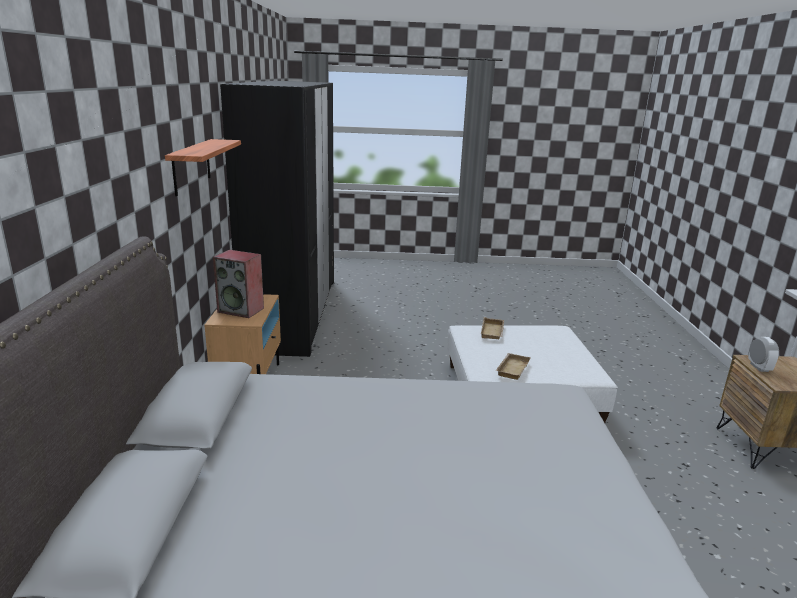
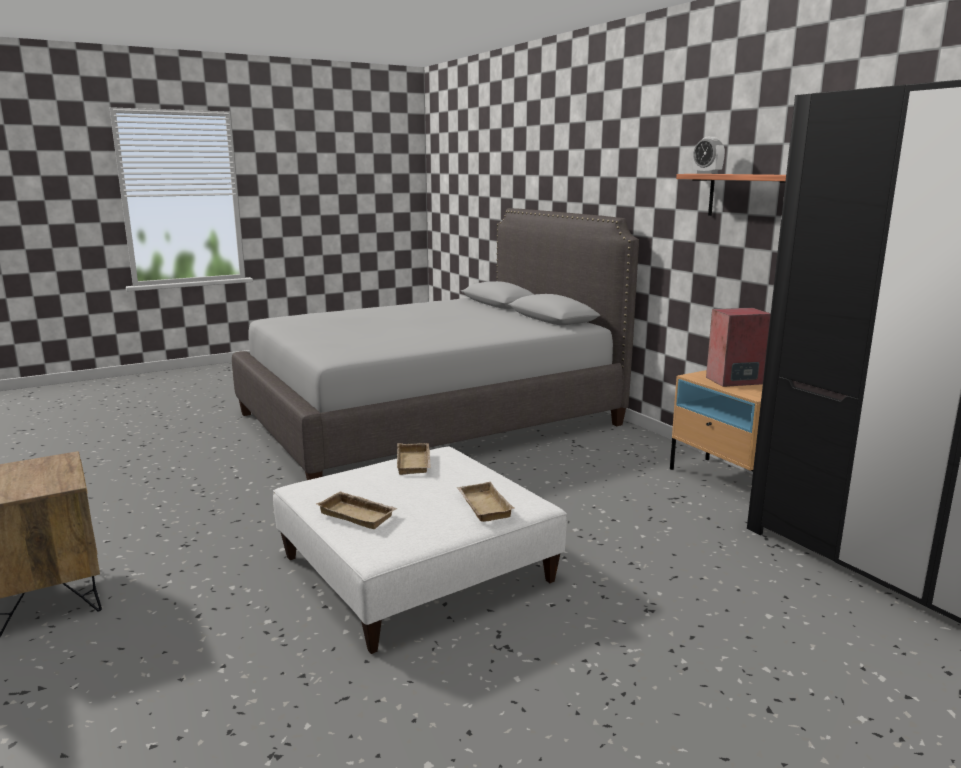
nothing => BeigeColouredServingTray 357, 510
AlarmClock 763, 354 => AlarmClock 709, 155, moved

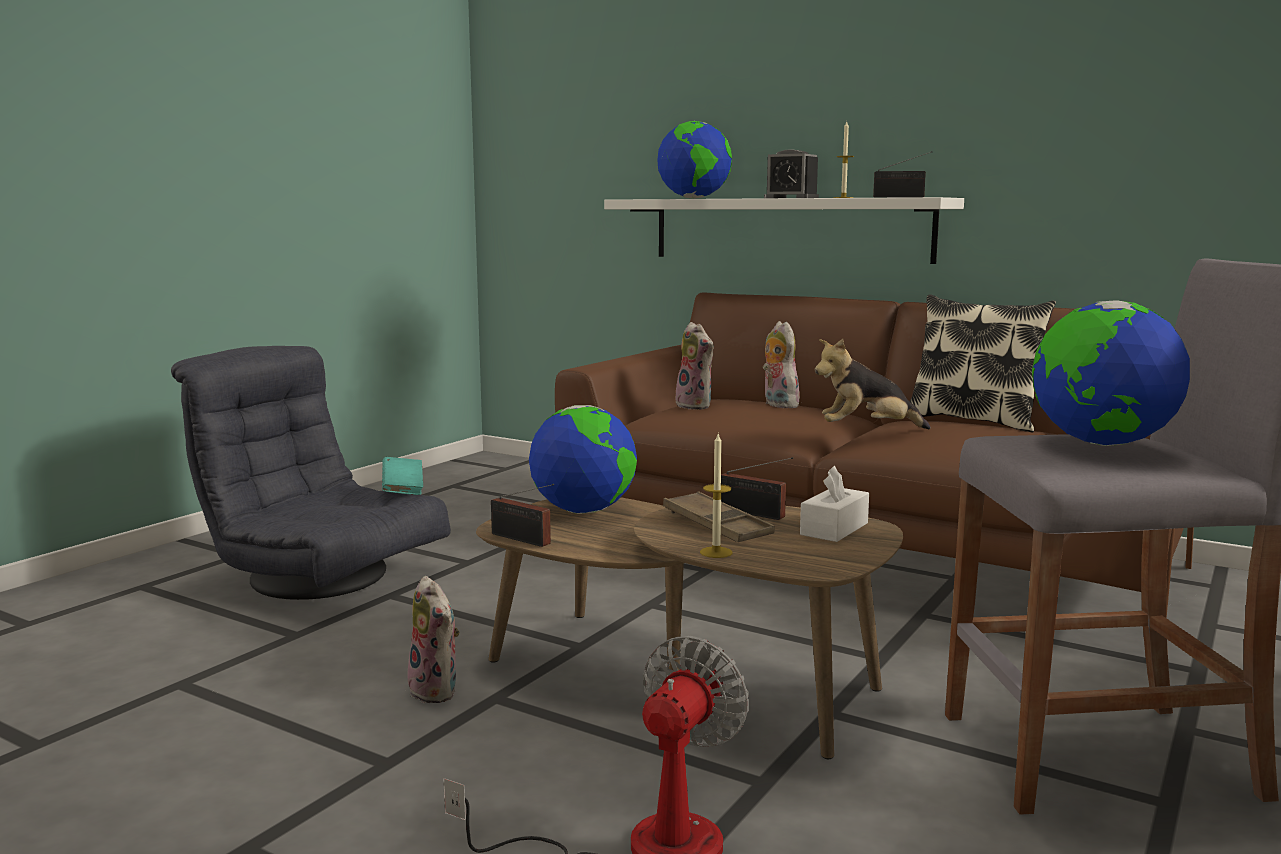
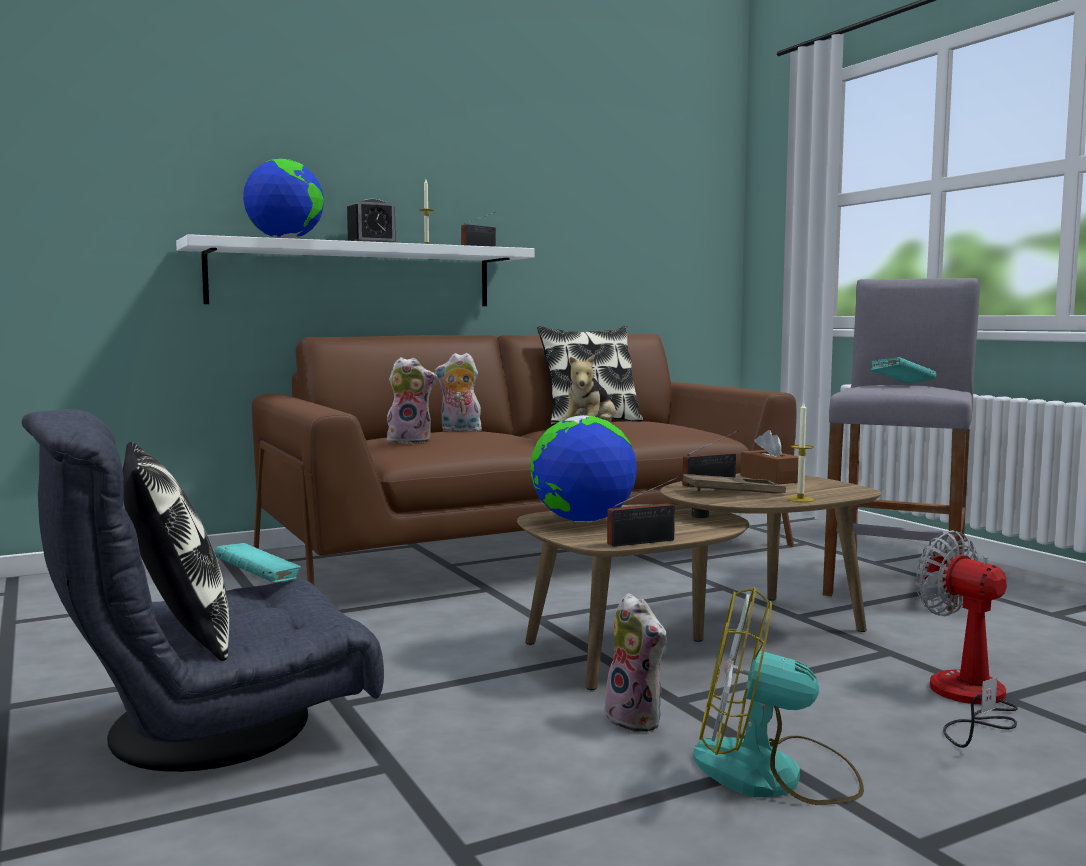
nothing => Cushion 176, 551
nothing => Fan 778, 696
DeskGlobe 1111, 373 => TurquoiseColouredBoundBook 903, 370
WhiteTissueBox 834, 504 => BrownishTissueBox 769, 457
CuddlyToy 433, 639 => CuddlyToy 633, 662, 60 degrees clockwise

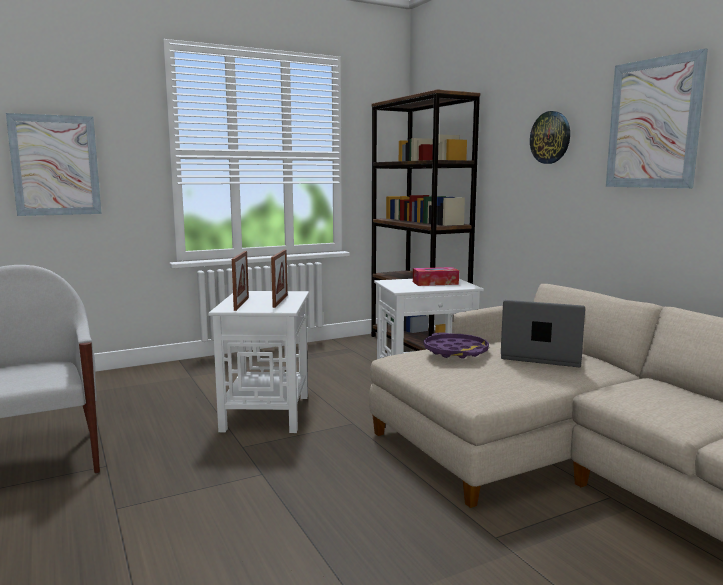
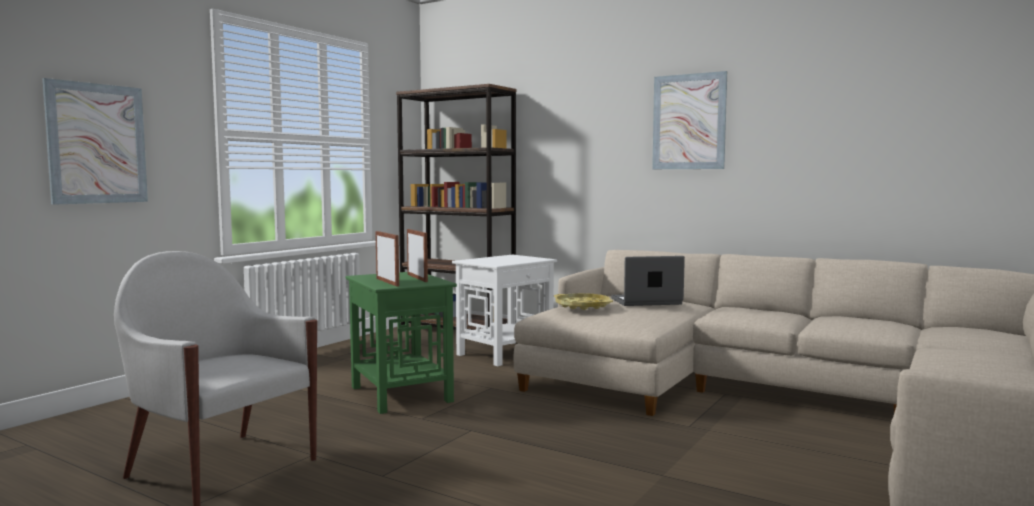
TissueBox 436, 276 => nothing
HangingClock 550, 137 => nothing
WhiteSideTable 258, 362 => GreenColouredSideTable 401, 343
PurpleServingTray 456, 345 => YellowishServingTray 583, 301

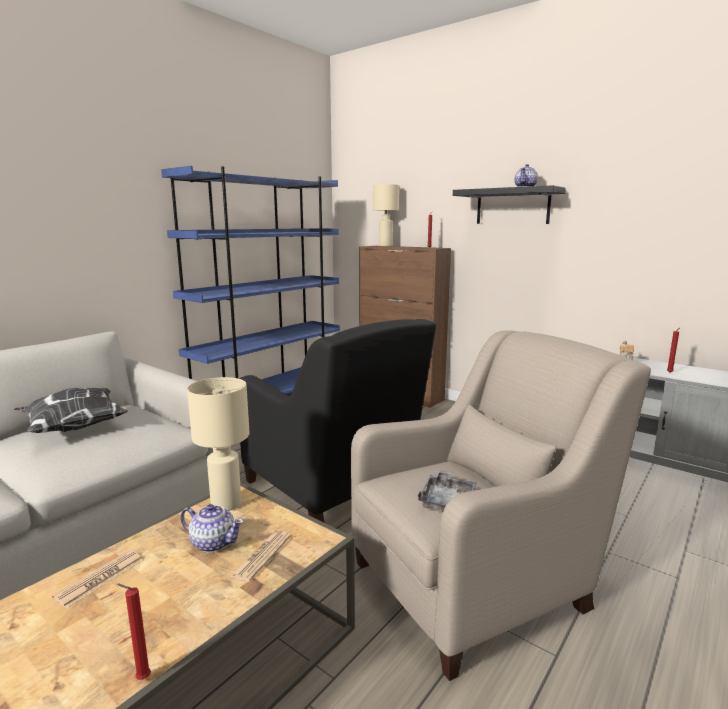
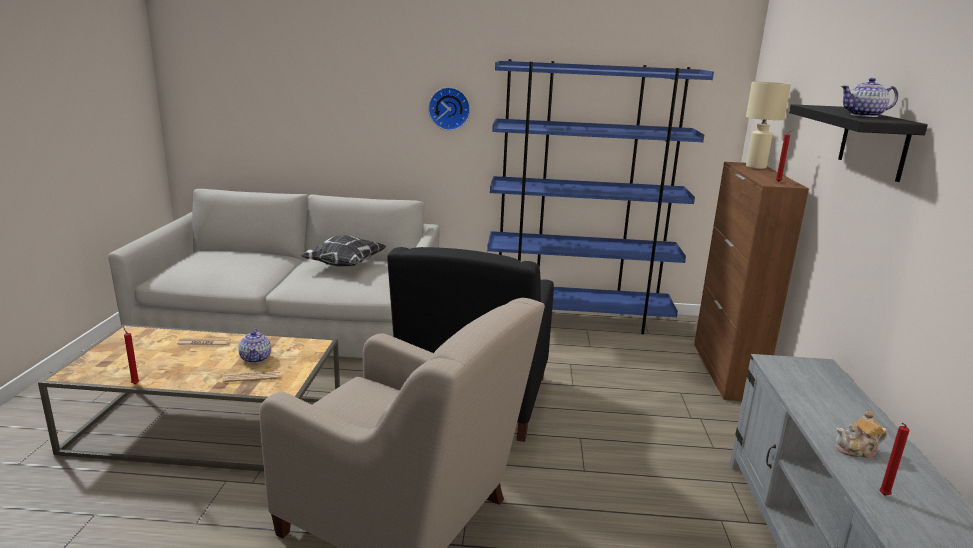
BeigeColouredTabletopLamp 218, 444 => nothing
GrayServingTray 447, 491 => nothing
nothing => HangingClock 449, 109

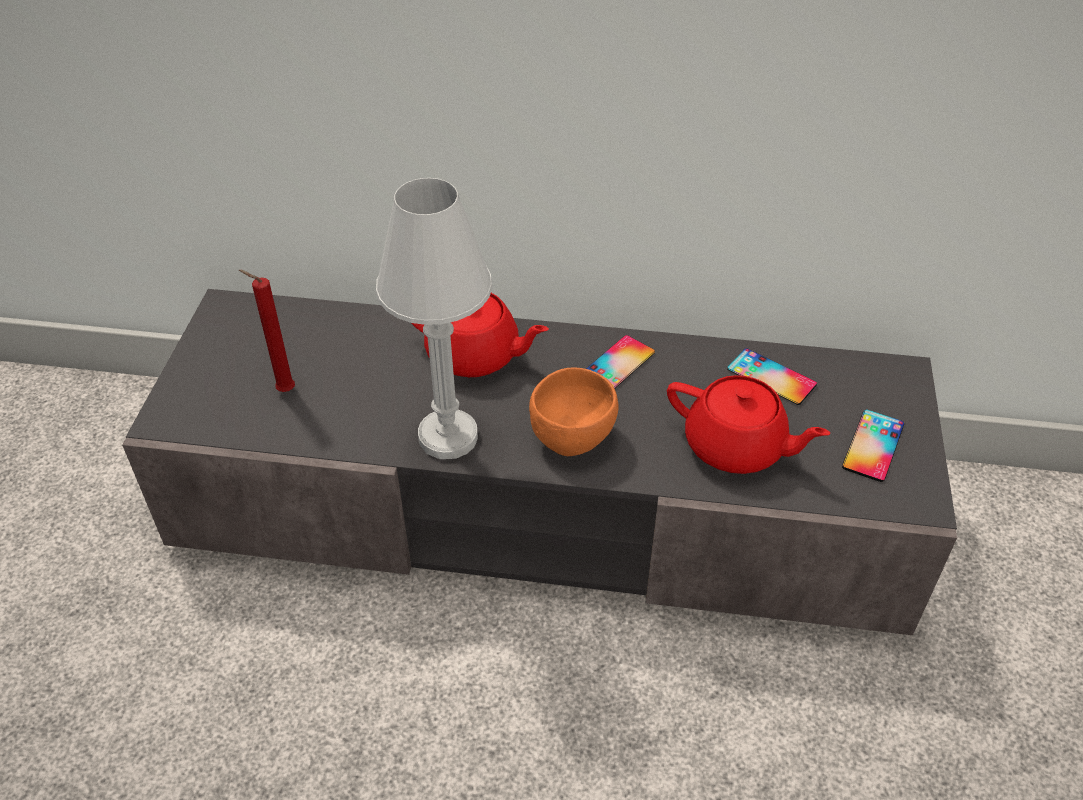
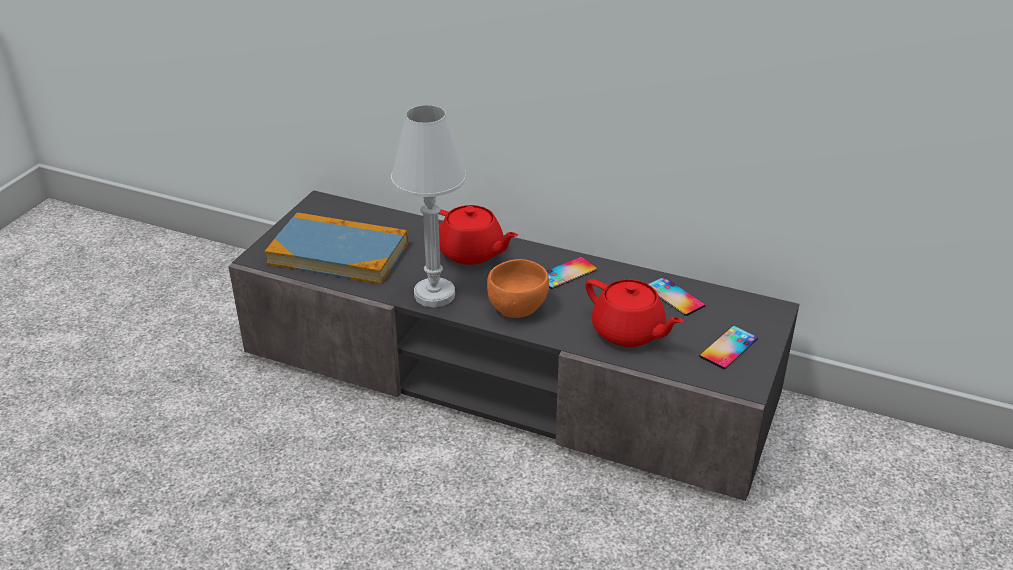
RedCandle 267, 331 => BoundBook 336, 248

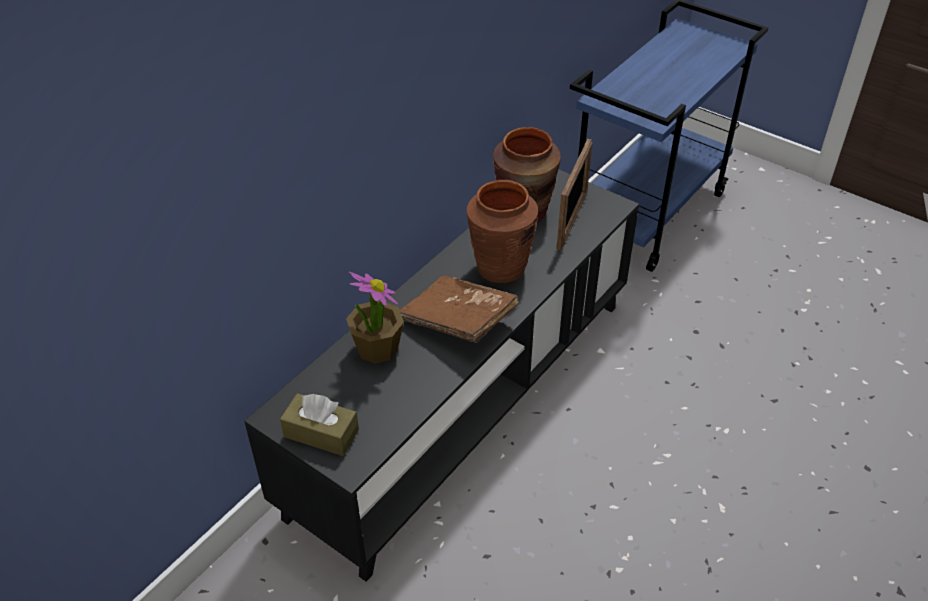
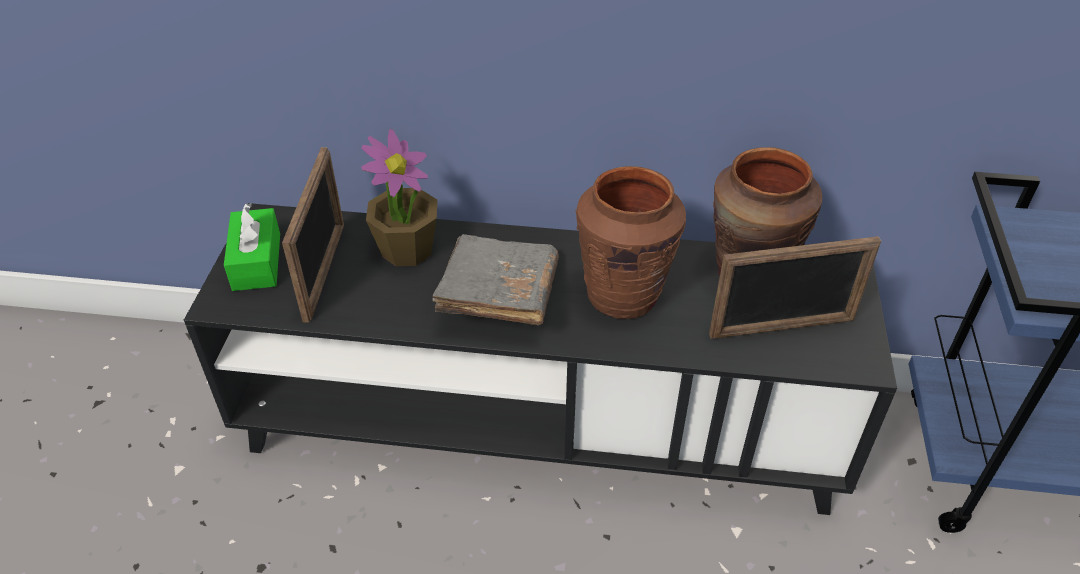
nothing => PictureFrame 313, 235
BrownishTissueBox 319, 424 => GreenColouredTissueBox 252, 247
BrownishBoundBook 459, 309 => GrayBoundBook 495, 279

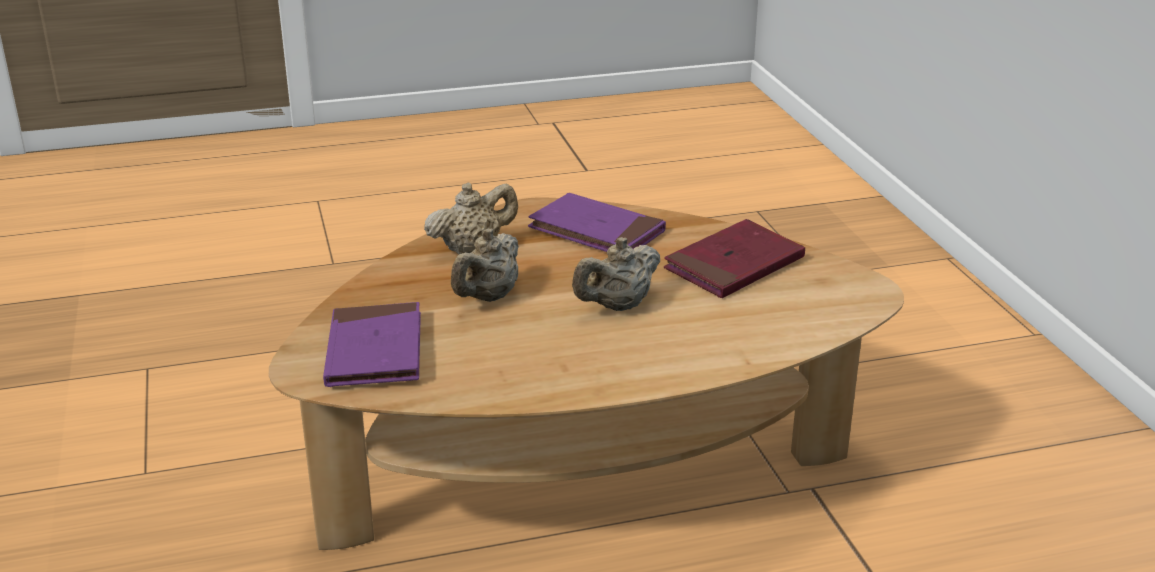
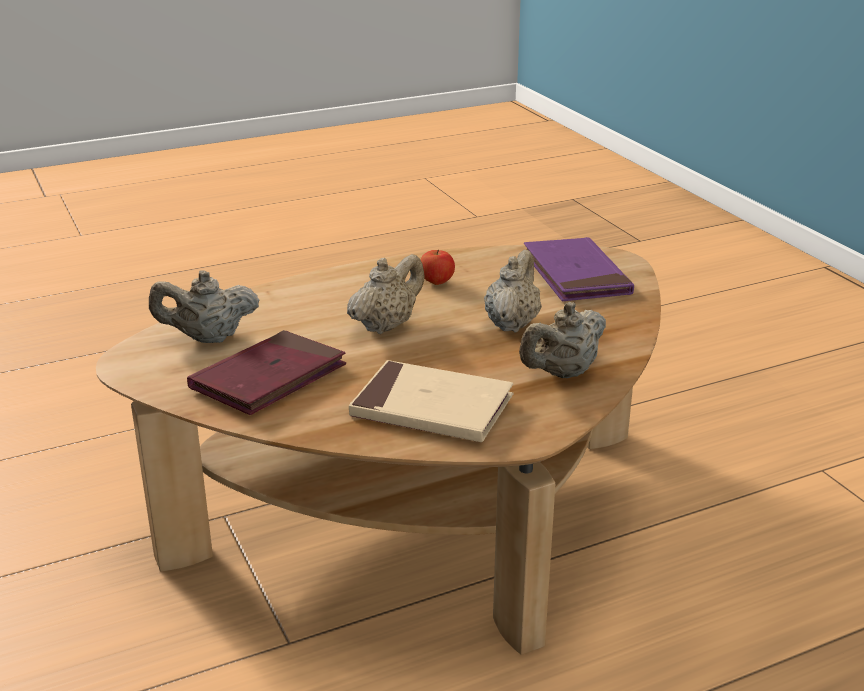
nothing => BeigeColouredTeaPot 204, 306
nothing => Apple 438, 267
PurpleBoundBook 597, 222 => BeigeColouredBoundBook 431, 401

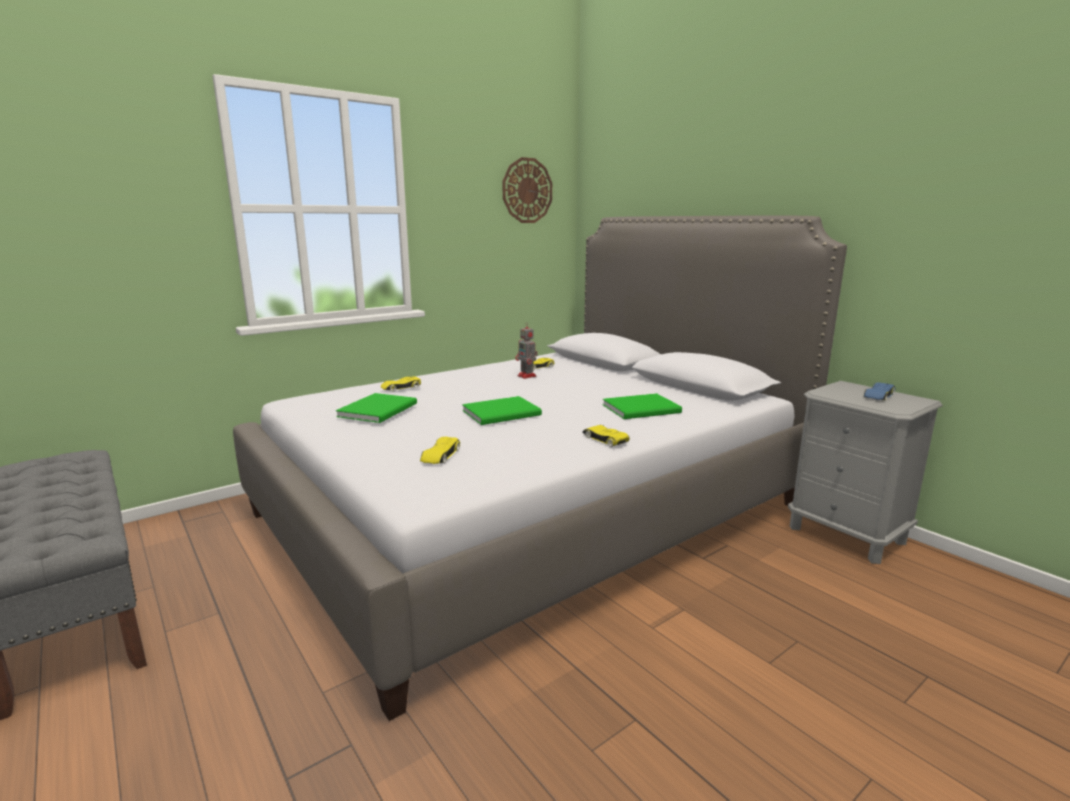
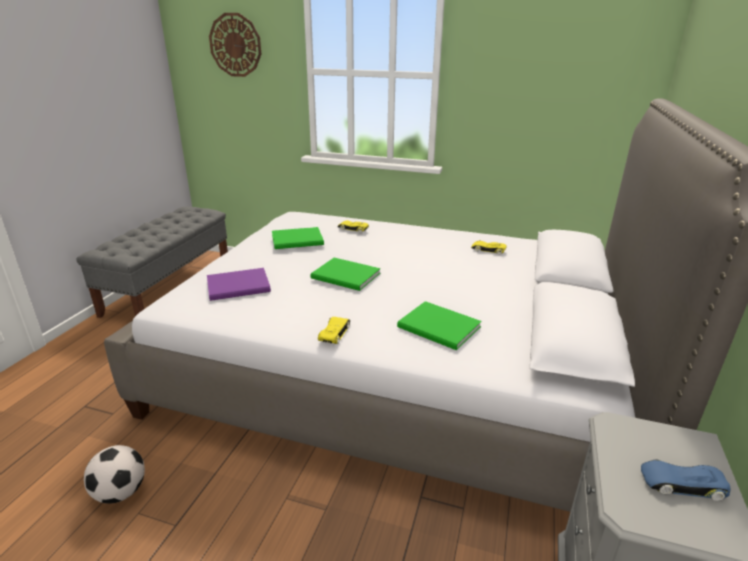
ToyRobot 526, 350 => nothing
nothing => BallForFootball 114, 474
HangingClock 527, 190 => HangingClock 235, 45, moved
YellowishMiniatureCar 440, 450 => PurpleBoundBook 239, 284

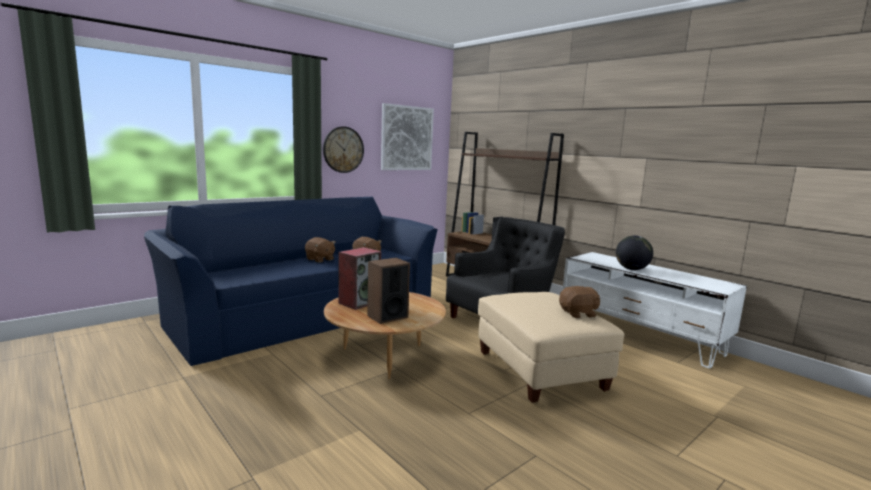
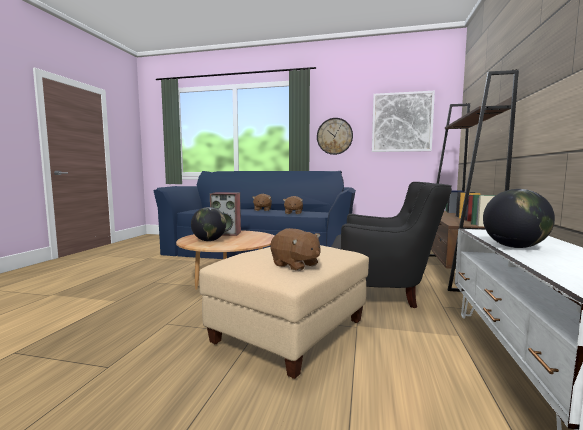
Loudspeaker 388, 290 => DeskGlobe 208, 224

